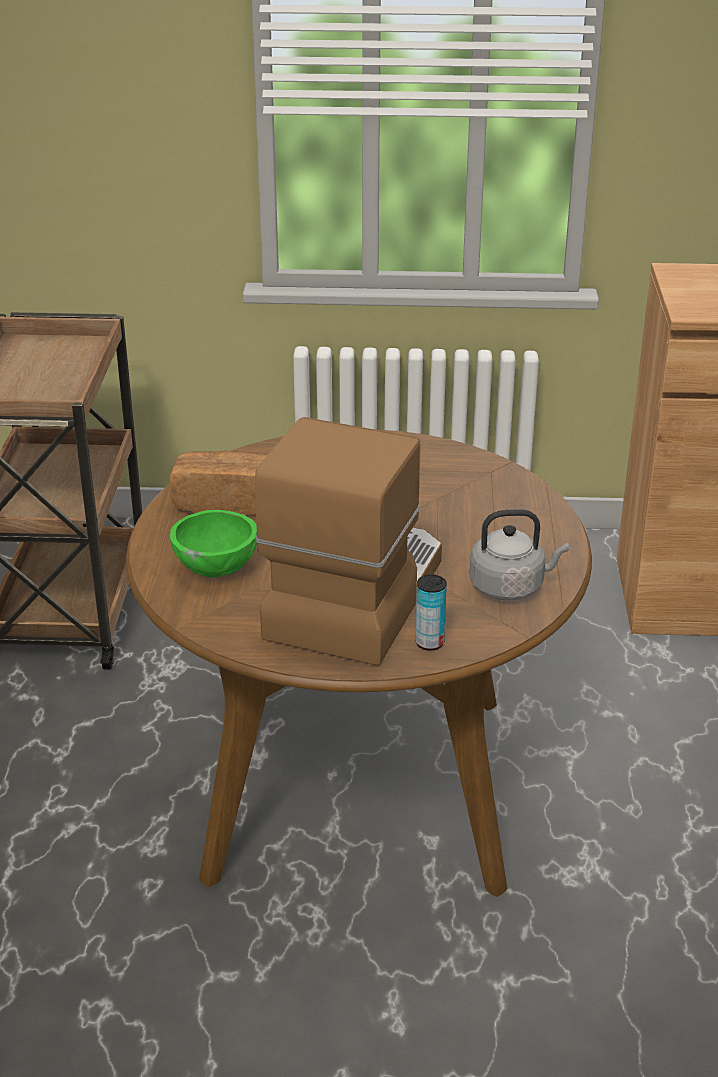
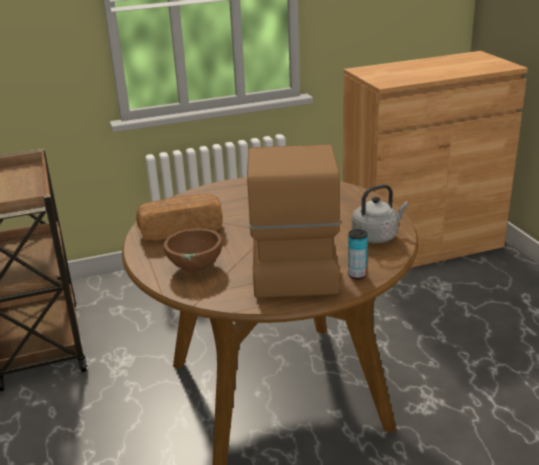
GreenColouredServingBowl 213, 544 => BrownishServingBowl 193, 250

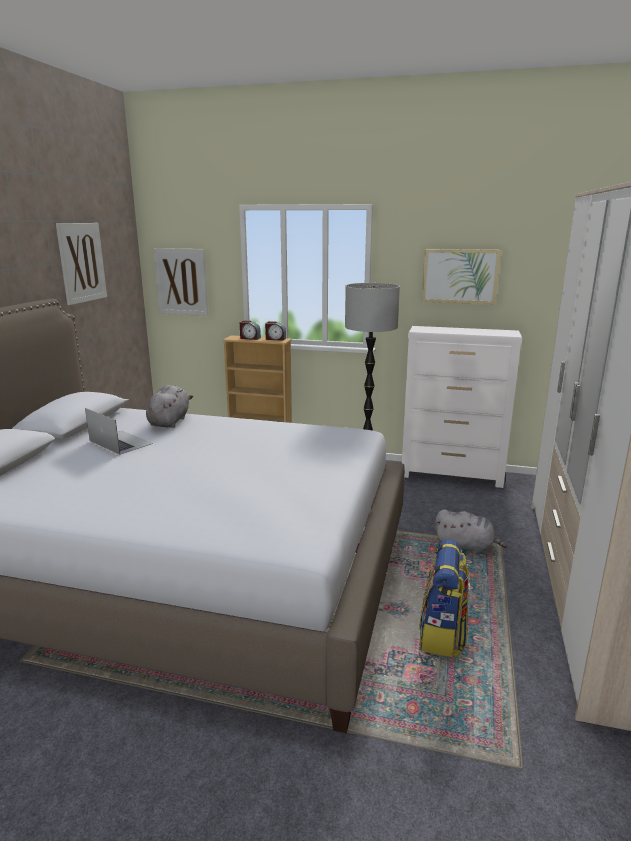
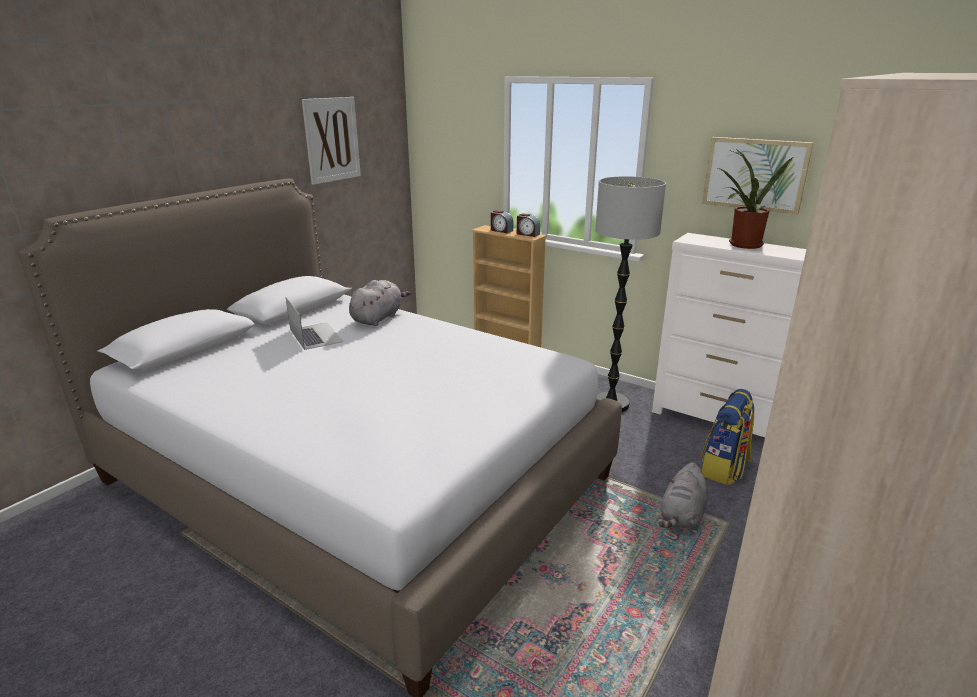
WallArt 181, 282 => nothing
nothing => PottedPlant 760, 198
Knapsack 444, 598 => Knapsack 727, 437, moved
GrayCuddlyToy 471, 531 => GrayCuddlyToy 683, 495, 75 degrees clockwise

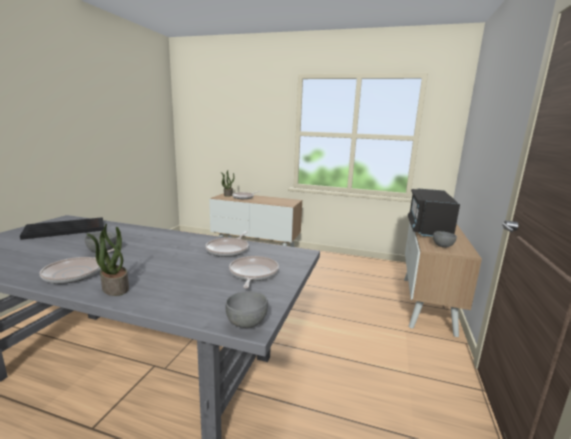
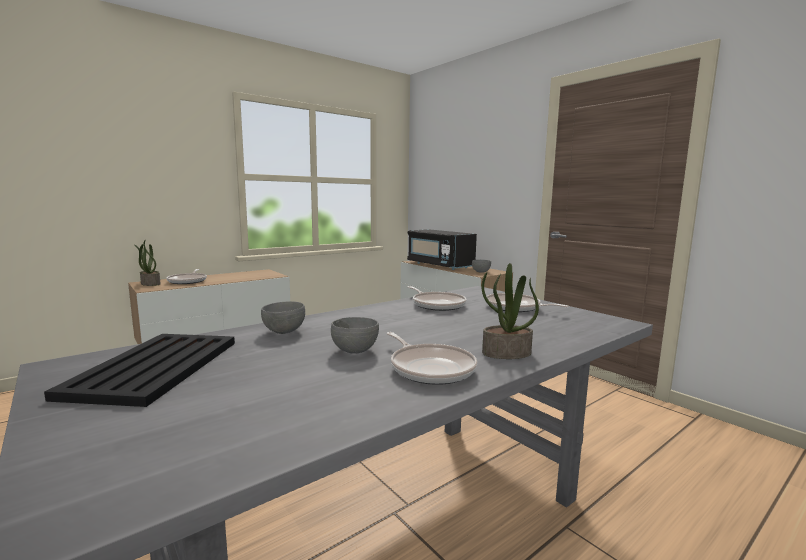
GrayServingBowl 246, 309 => GrayServingBowl 283, 317, moved

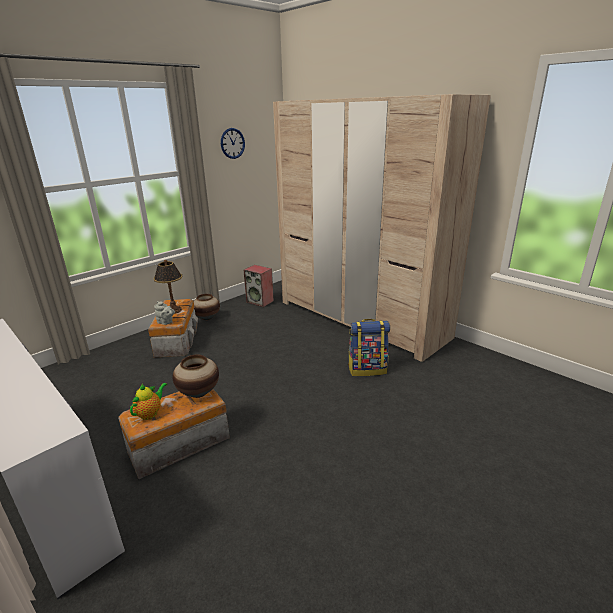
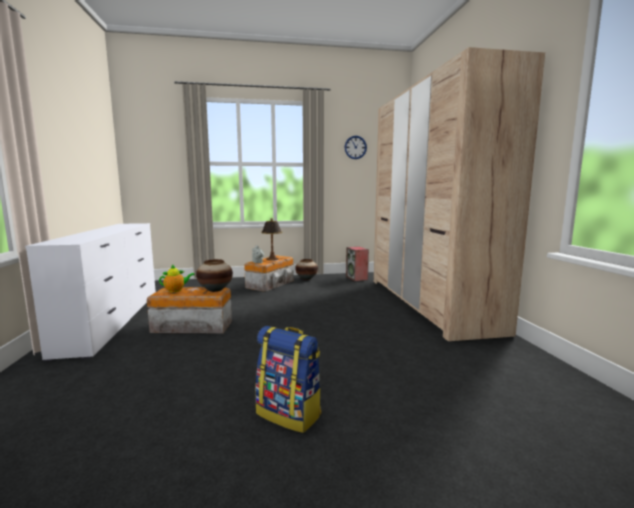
Knapsack 369, 347 => Knapsack 288, 379, moved

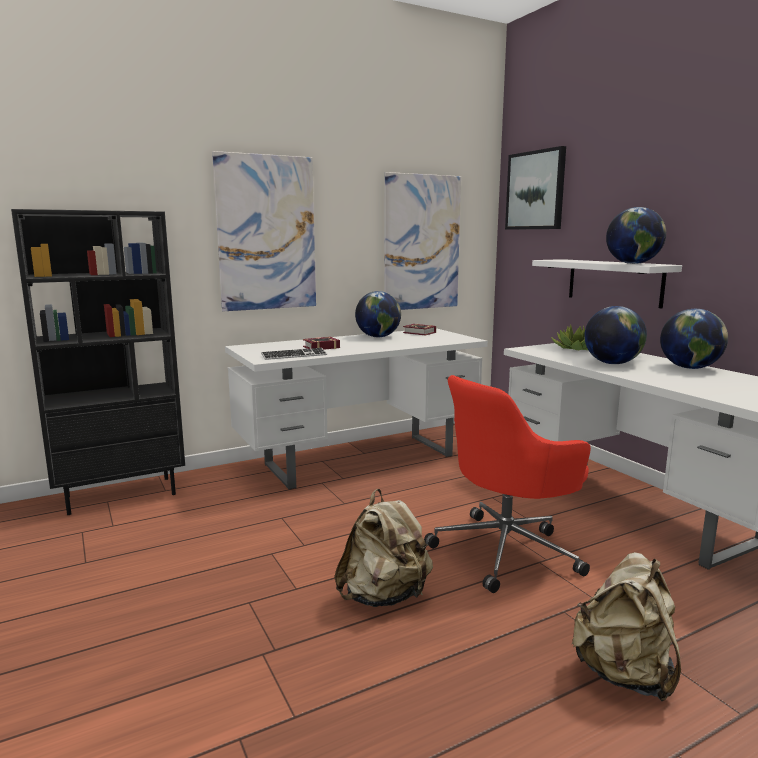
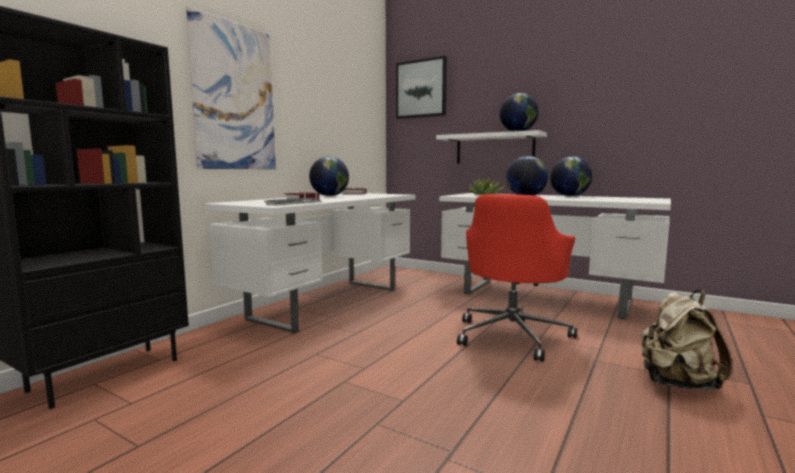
BeigeColouredKnapsack 383, 548 => nothing
WallArt 422, 241 => nothing

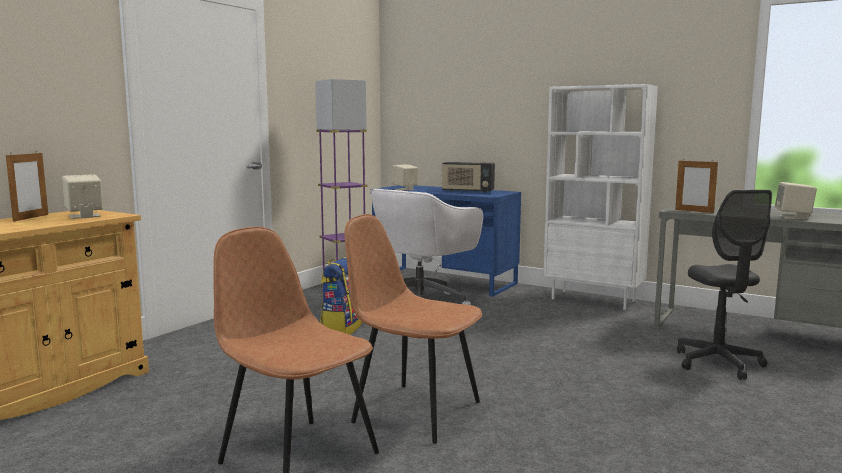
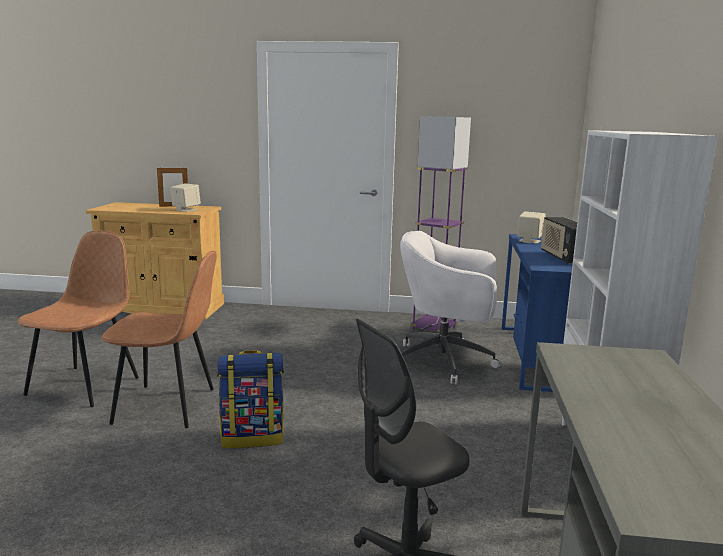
PictureFrame 696, 186 => nothing
BeigeColouredLoudspeaker 796, 200 => nothing
Knapsack 340, 295 => Knapsack 250, 399, moved
BrownishChair 413, 329 => BrownishChair 159, 339, 90 degrees clockwise

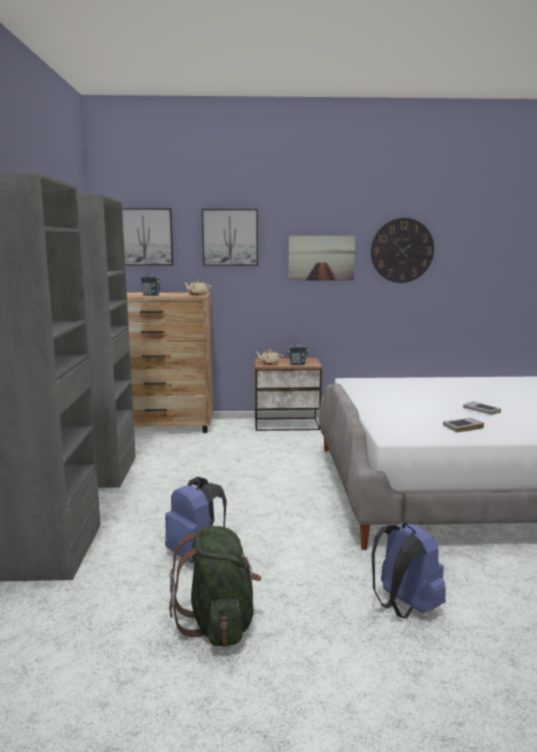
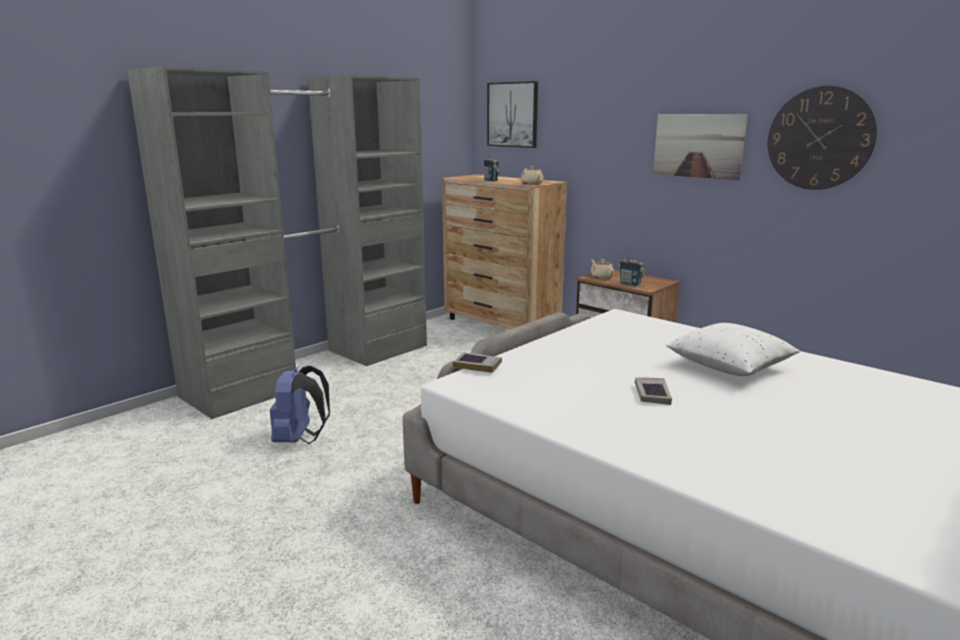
GreenColouredKnapsack 215, 586 => nothing
WallArt 230, 237 => nothing
BlueColouredKnapsack 408, 570 => nothing
nothing => WhiteCushion 733, 349
BoundBook 463, 425 => BoundBook 477, 362, moved

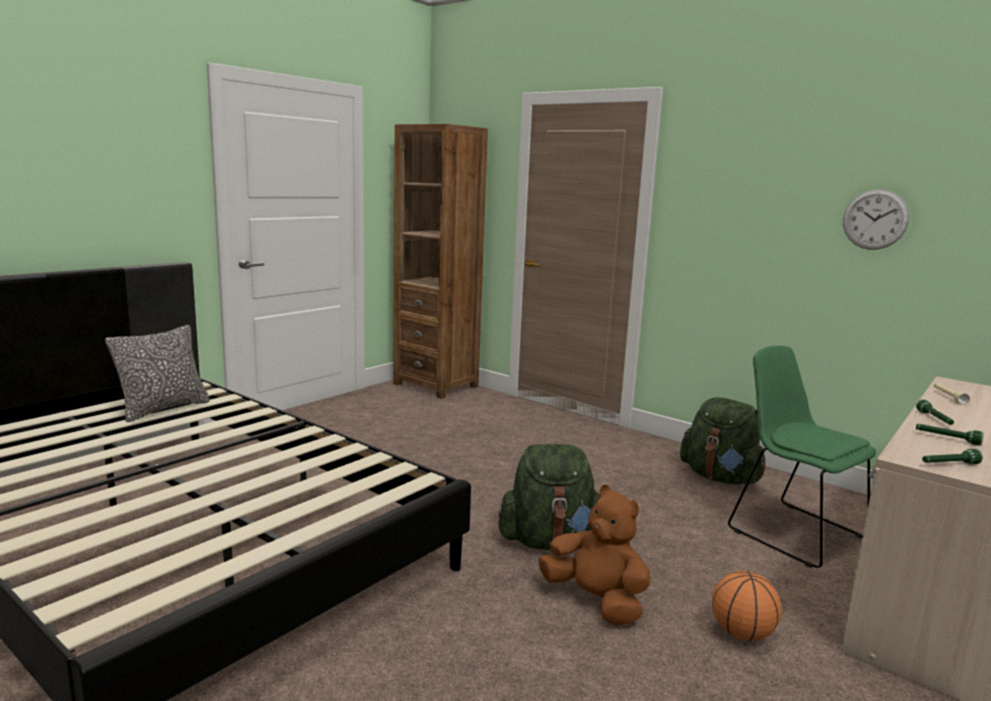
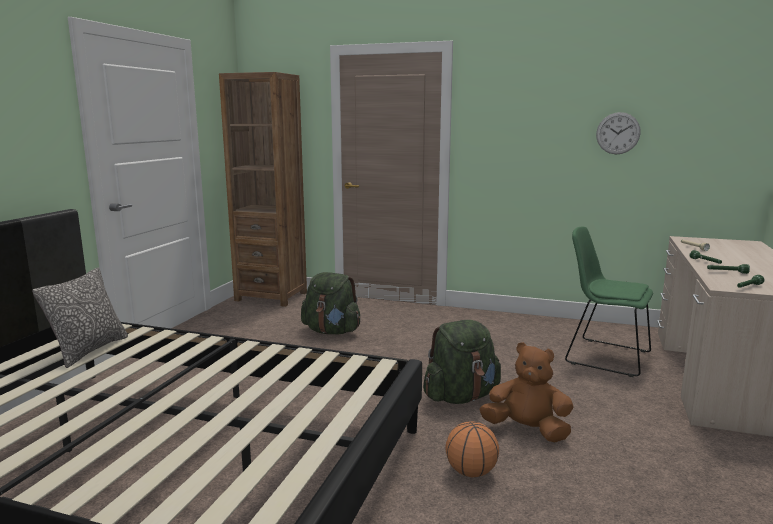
GreenColouredKnapsack 723, 441 => GreenColouredKnapsack 330, 303, moved
BallForBasketball 747, 606 => BallForBasketball 472, 449, moved

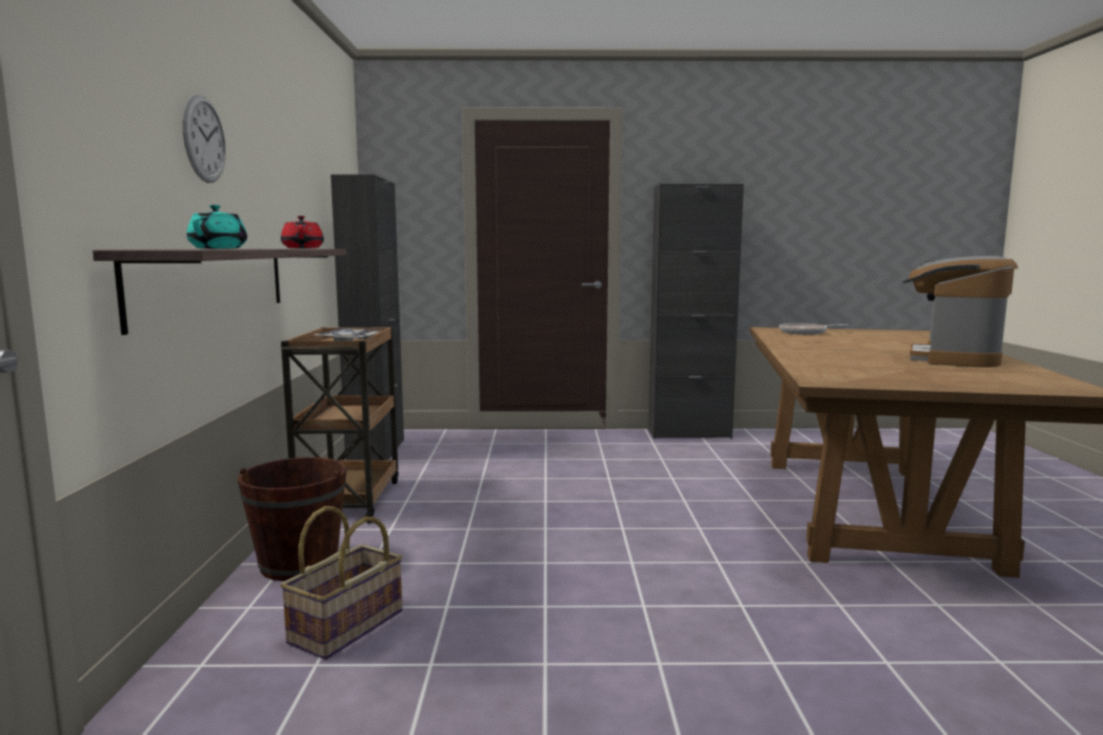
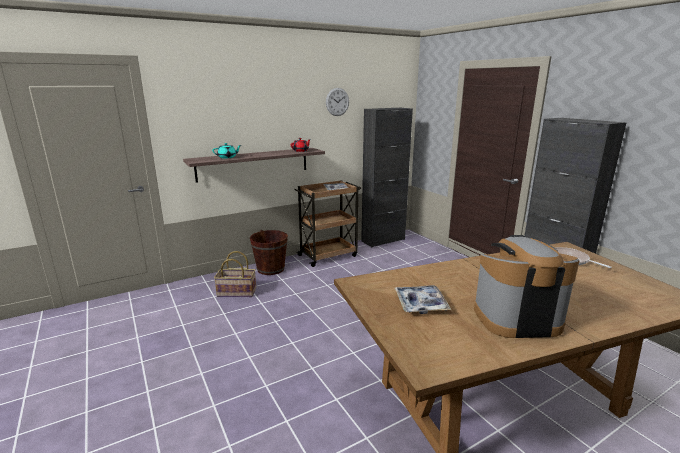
nothing => ServingTray 423, 299
HangingClock 204, 138 => HangingClock 337, 102, moved

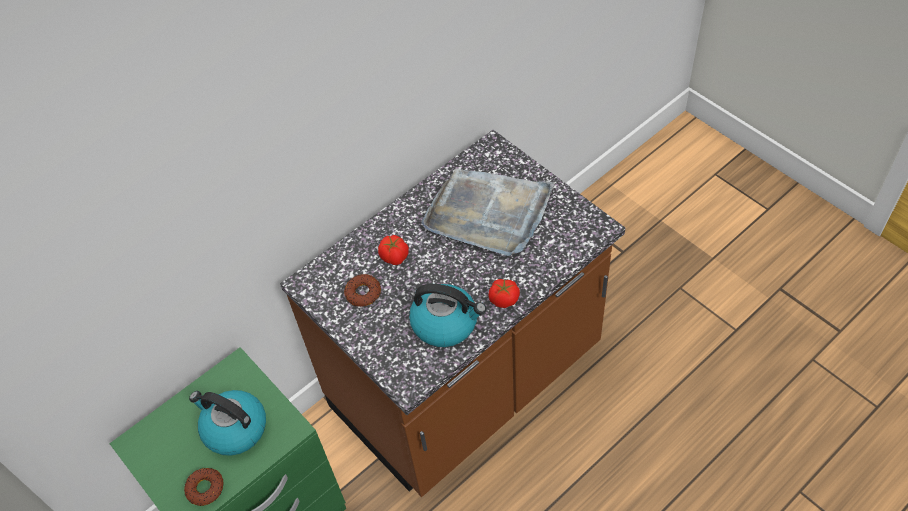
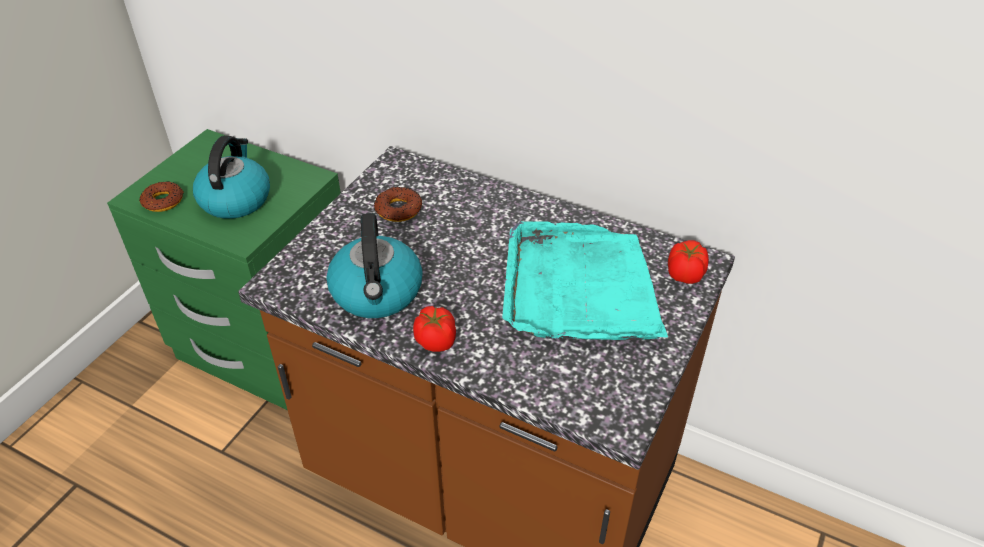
FreshTomato 393, 250 => FreshTomato 688, 262, moved
GrayServingTray 488, 212 => TurquoiseColouredServingTray 585, 280

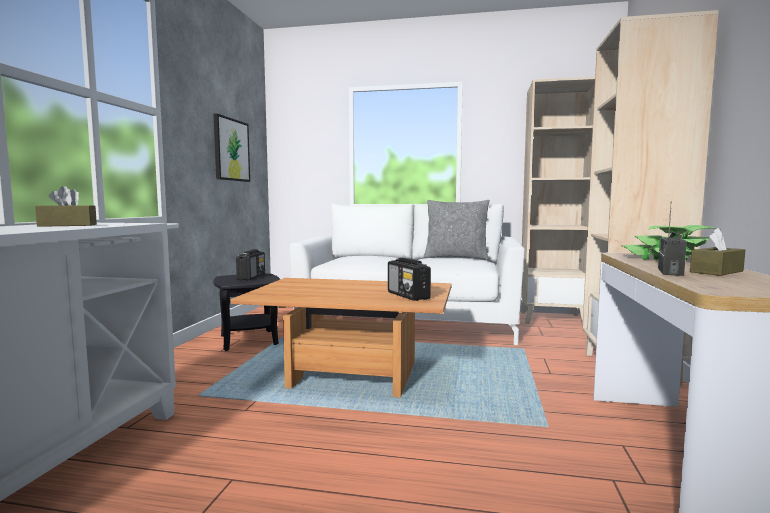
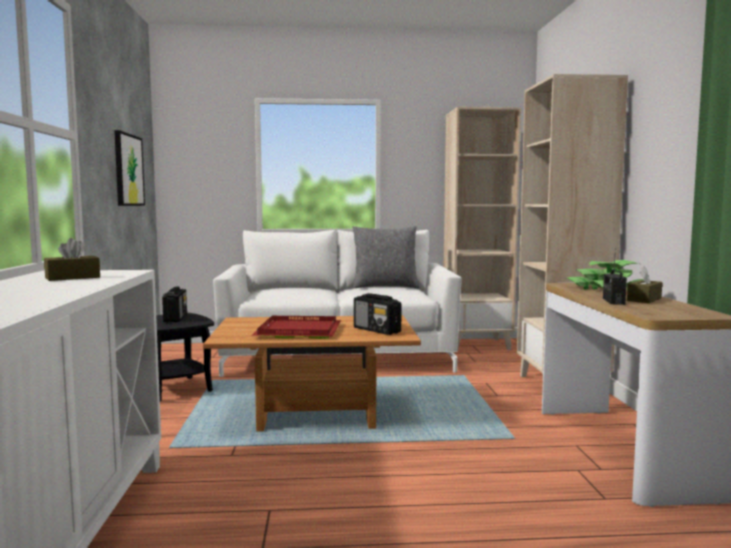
nothing => RedServingTray 296, 327

